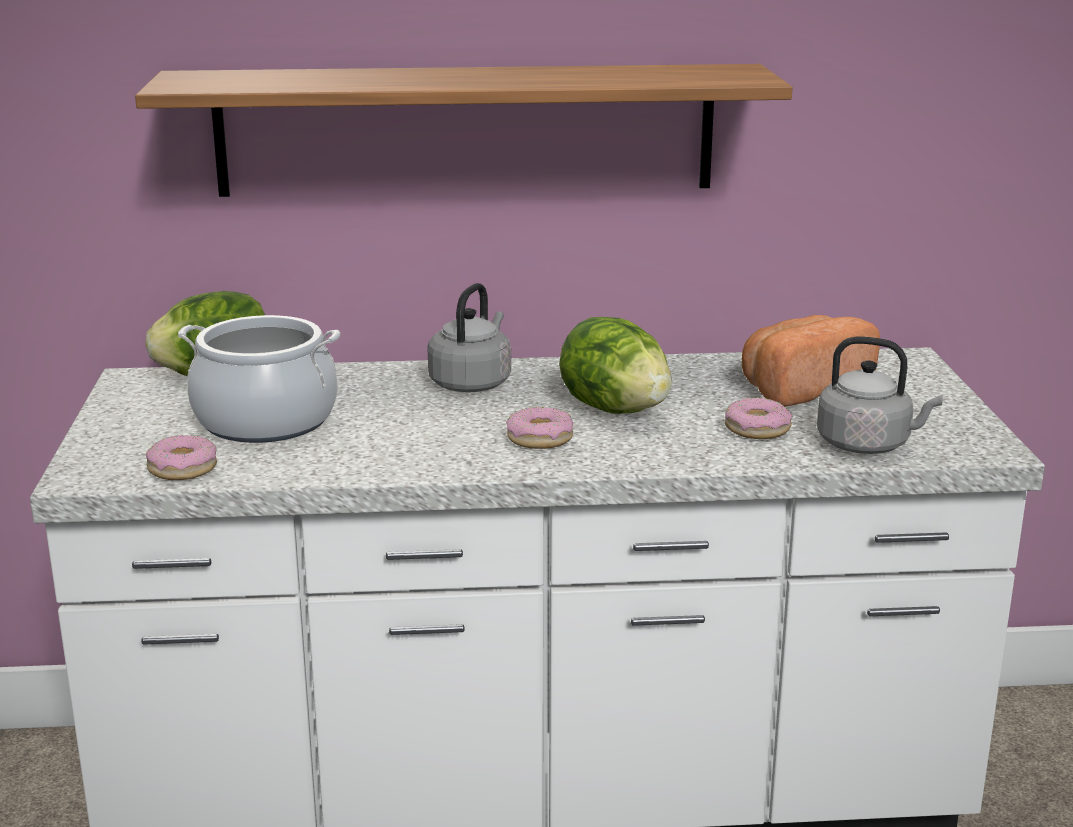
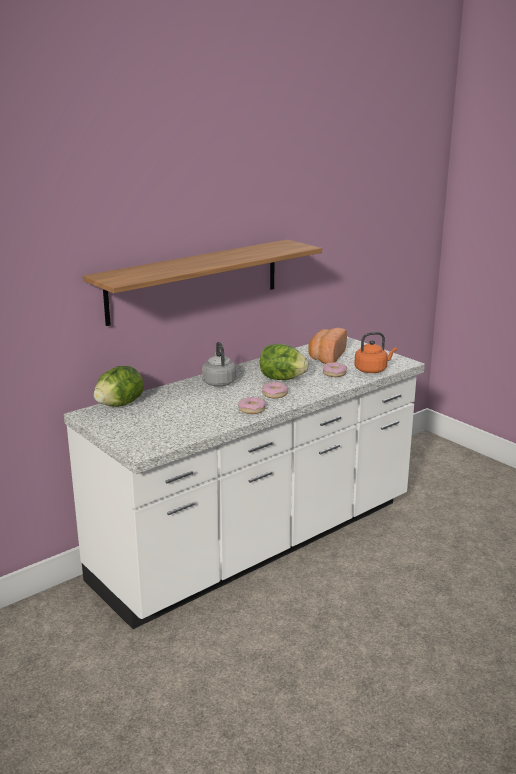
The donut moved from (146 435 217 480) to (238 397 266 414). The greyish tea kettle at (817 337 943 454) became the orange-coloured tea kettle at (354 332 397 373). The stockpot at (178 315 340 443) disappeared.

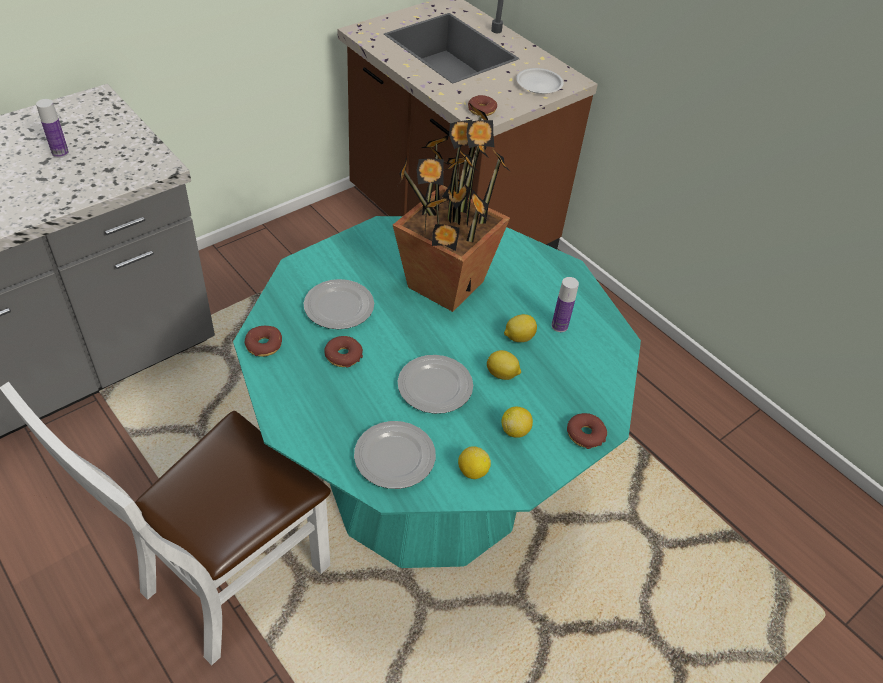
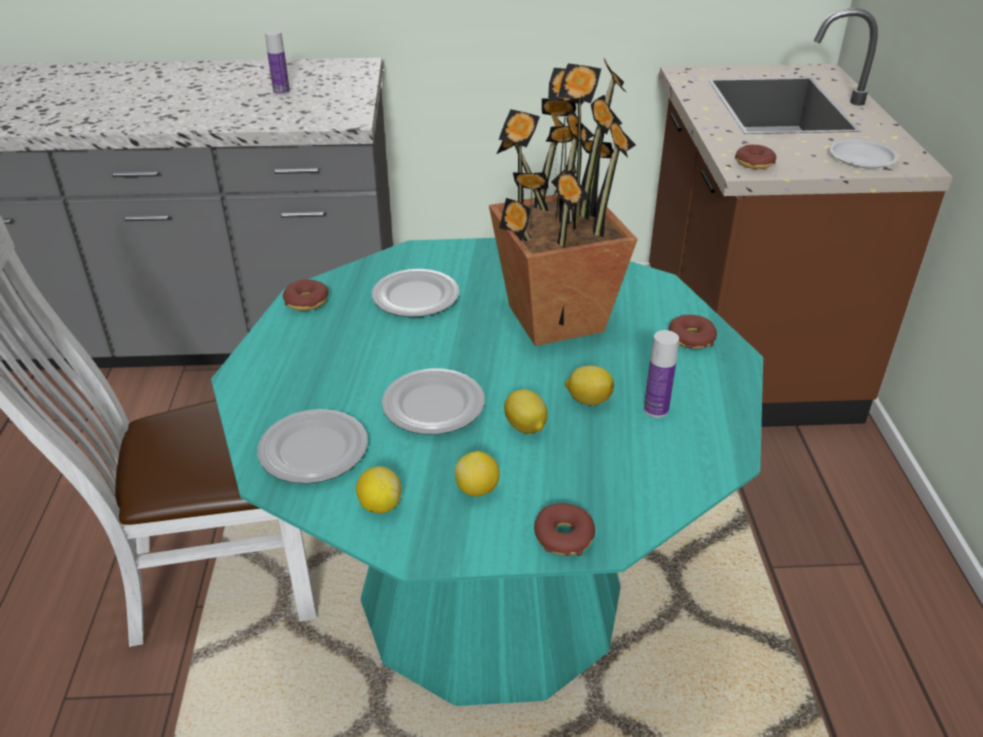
The donut moved from (324 336 363 368) to (669 315 717 349).

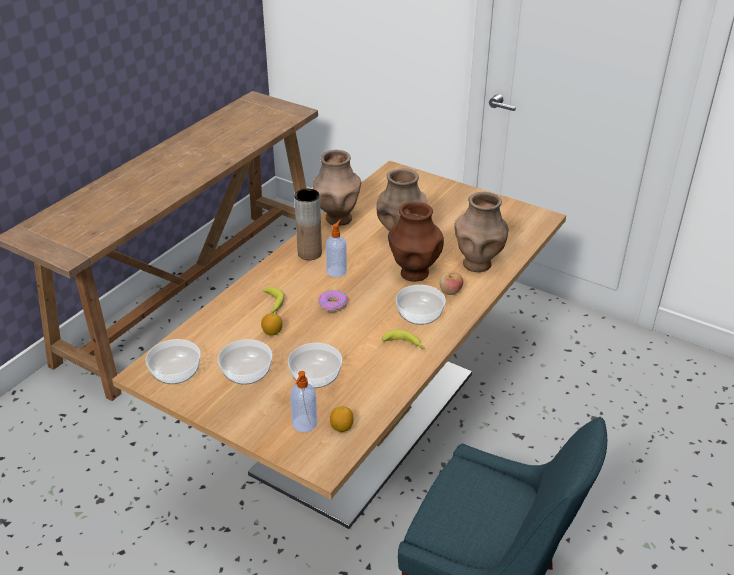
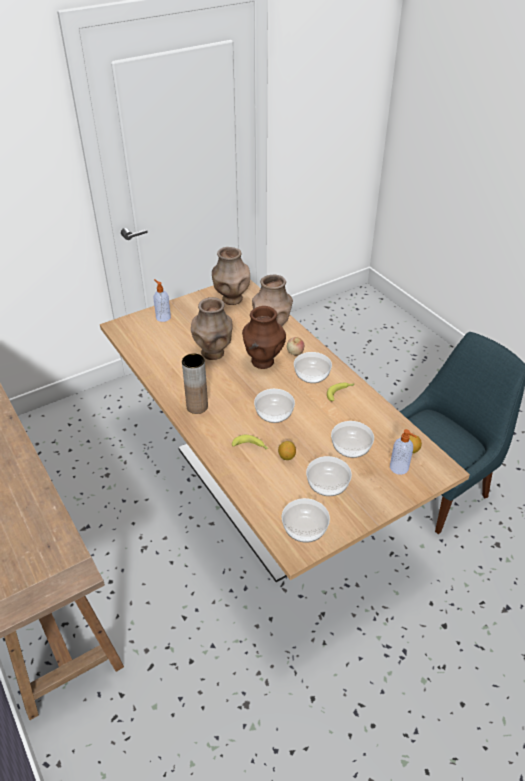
The soap bottle moved from (326 219 347 277) to (154 279 171 322). The brownish decorative vase moved from (313 150 361 226) to (212 247 250 305). The donut at (318 290 348 312) was replaced by the bowl at (254 389 295 423).

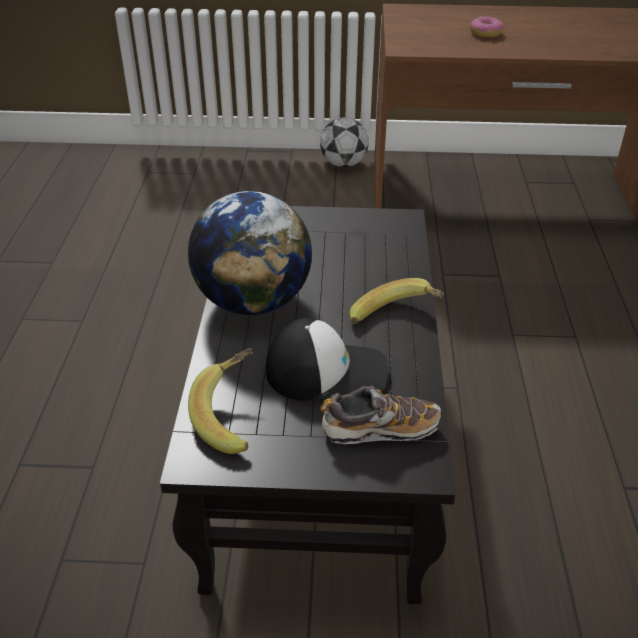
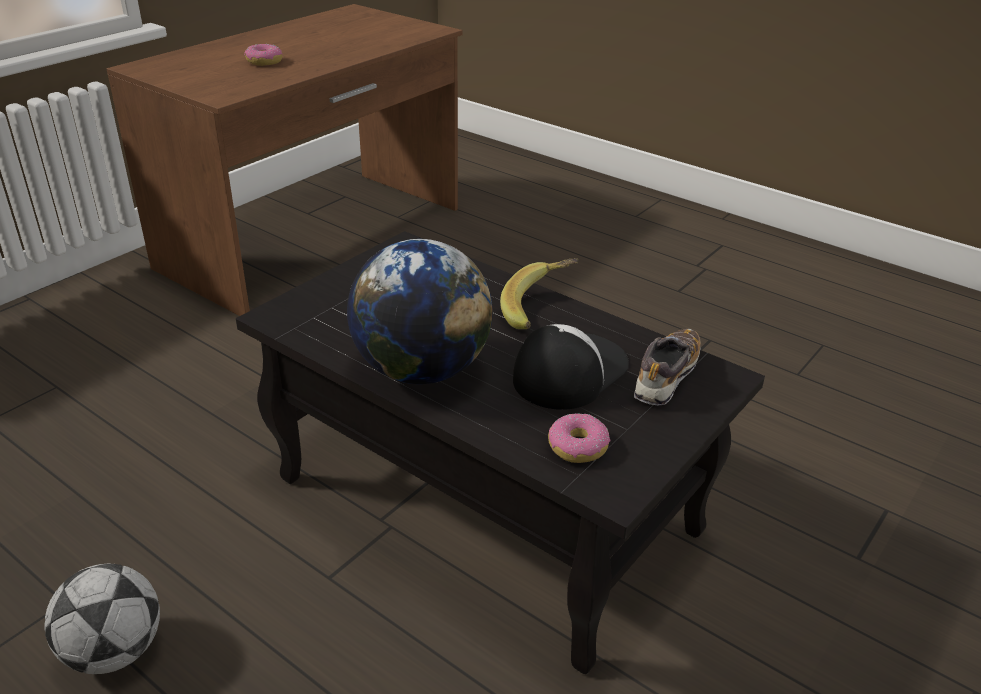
The football ball moved from (320 118 369 167) to (45 564 160 674). The whole banana at (188 348 253 454) was replaced by the donut at (548 413 610 463).

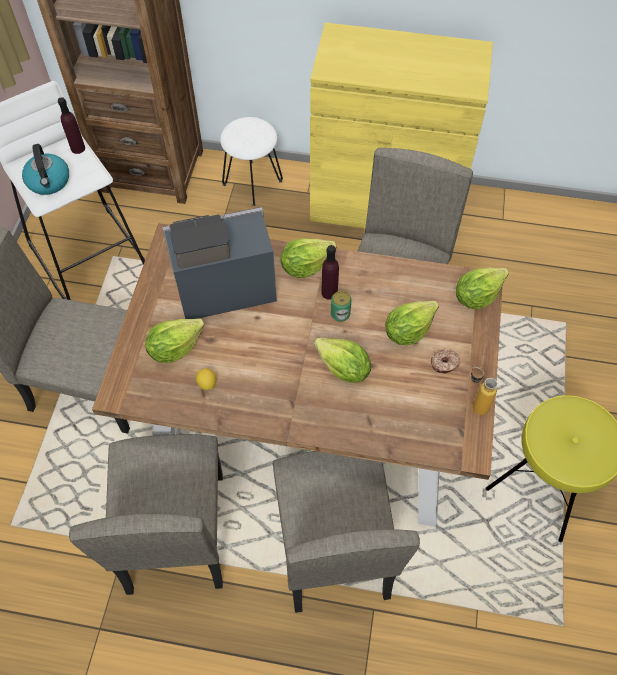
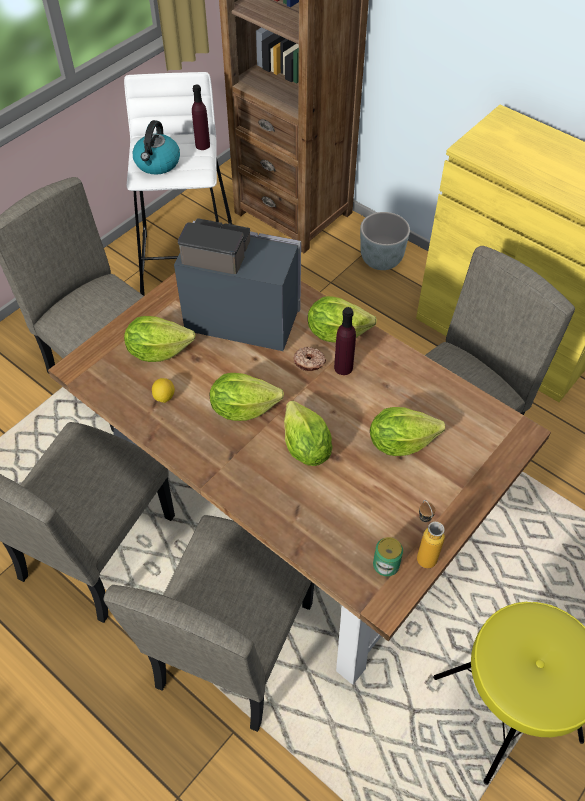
The lettuce head moved from (456 268 509 309) to (210 373 284 421). The donut moved from (431 350 461 374) to (294 347 326 371). The whitish stool seat at (220 117 283 206) was replaced by the greyish flower pot at (360 212 410 270). The metal can moved from (331 291 351 322) to (373 537 403 577).

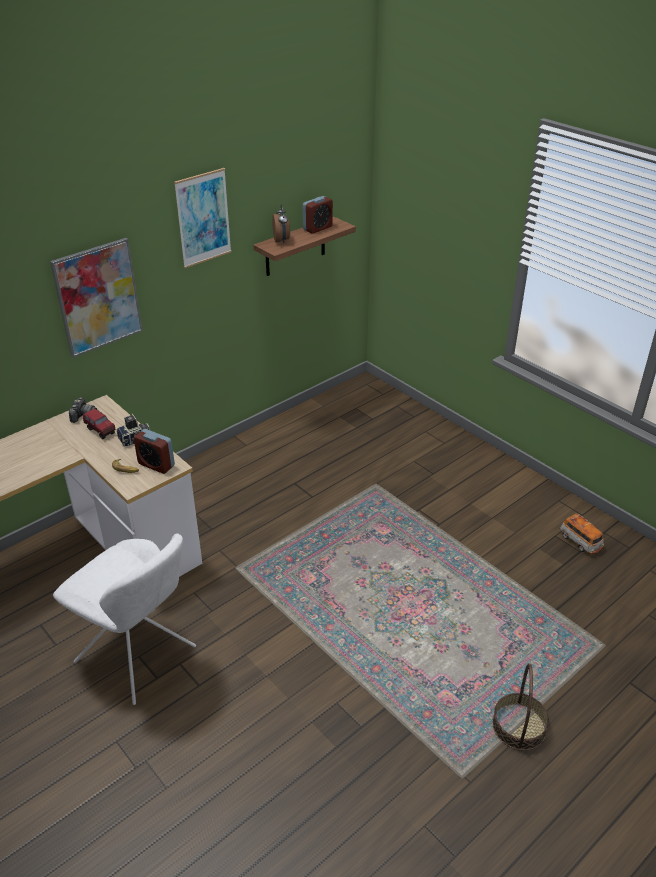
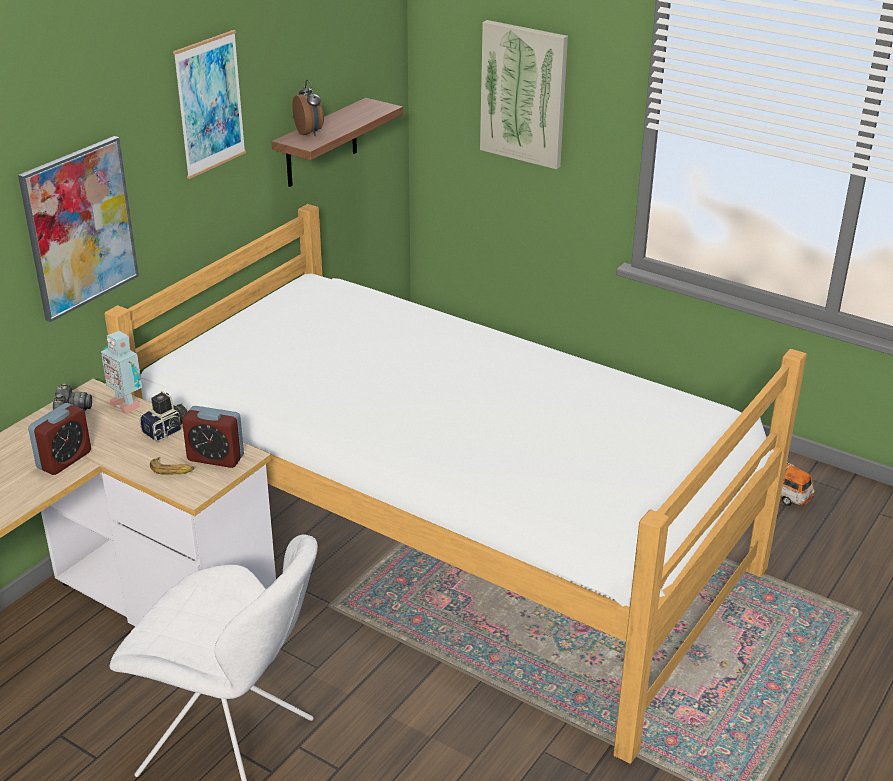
The alarm clock moved from (303 196 333 234) to (28 403 91 475). The toy robot at (101 331 142 414) appeared. The bed at (105 204 807 764) appeared. The wall picture at (480 20 568 169) appeared. The toy truck at (83 409 115 439) disappeared. The storage basket at (492 663 549 751) disappeared.

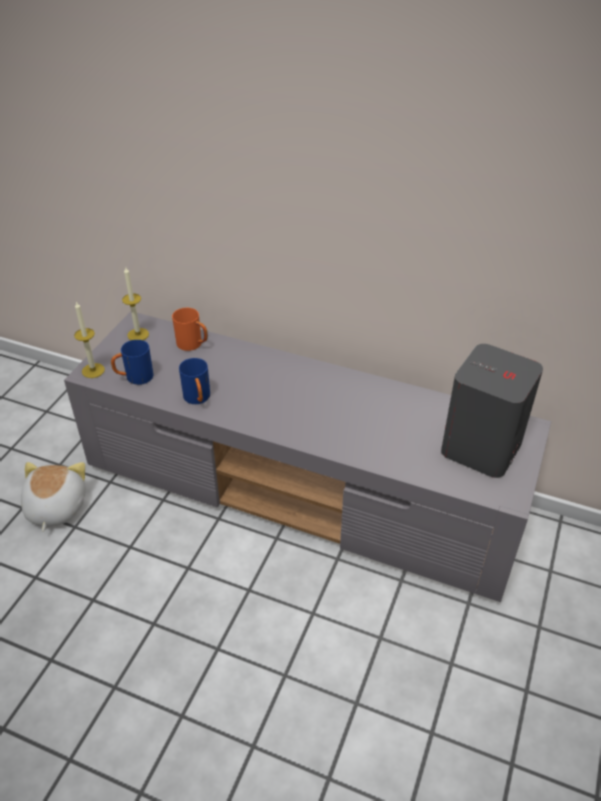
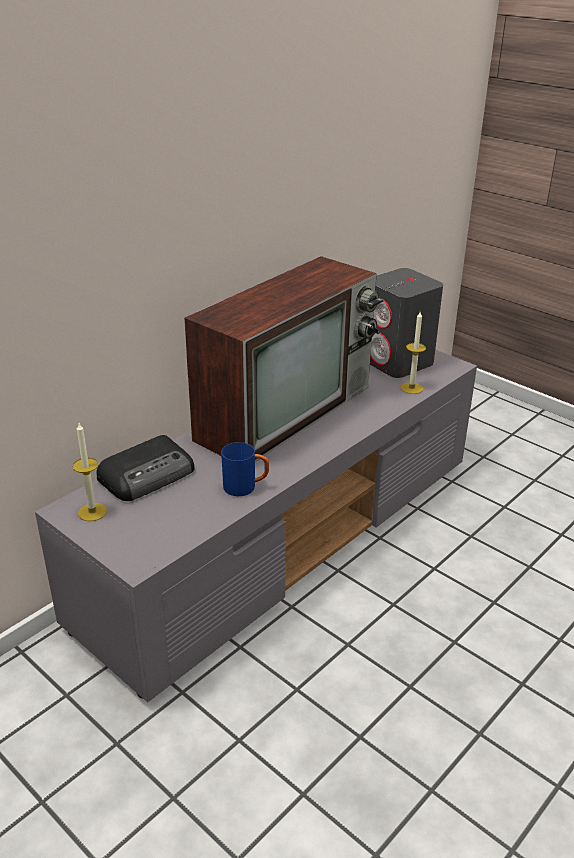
The orange-coloured mug at (172 308 208 351) was replaced by the radio set at (96 435 195 501). The TV set at (184 256 384 462) appeared. The wax light moved from (74 301 105 378) to (401 312 426 394). The plush toy at (21 462 86 532) disappeared. The blue-coloured mug at (111 340 153 385) disappeared.

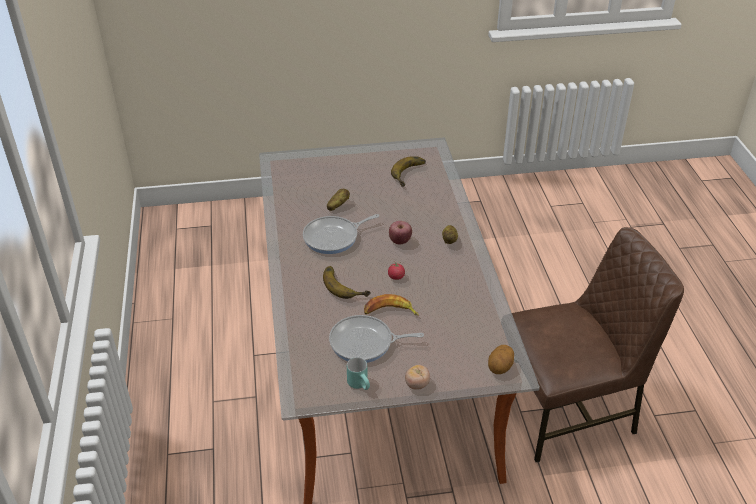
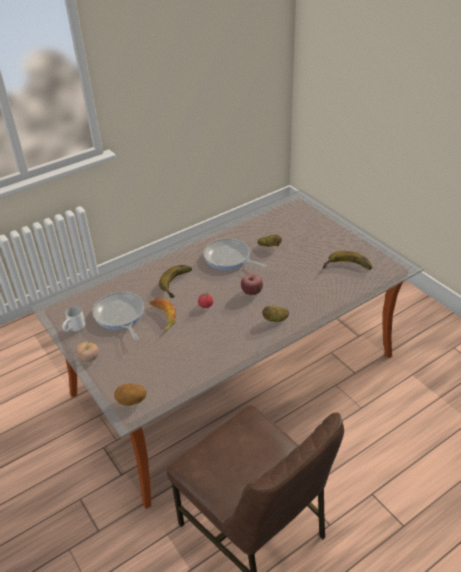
The turquoise-coloured mug at (347 357 370 390) became the whitish mug at (62 306 85 332).

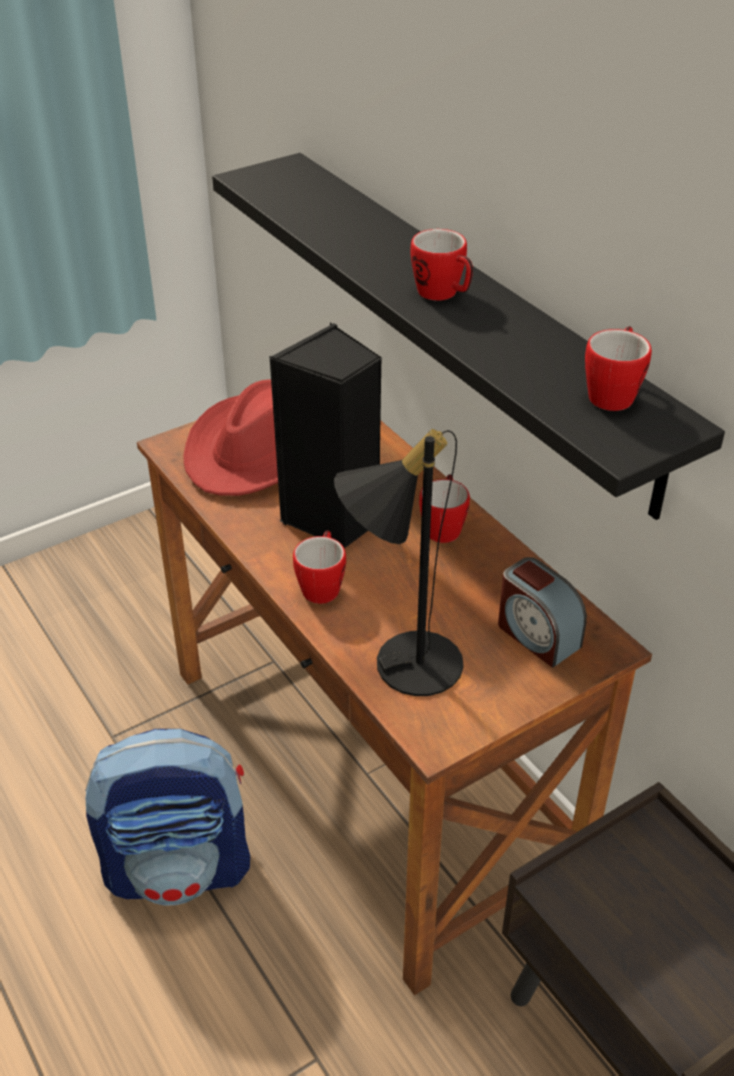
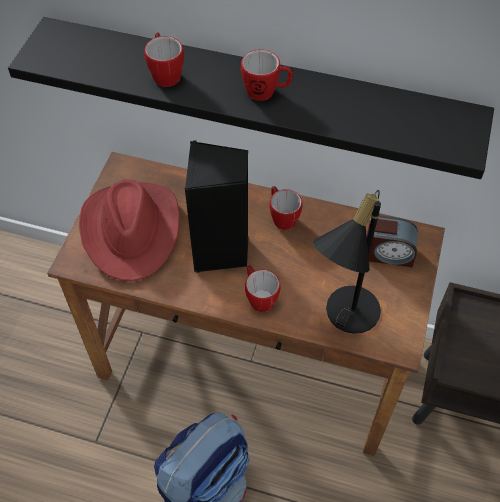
The mug moved from (585 326 652 411) to (144 32 184 87).

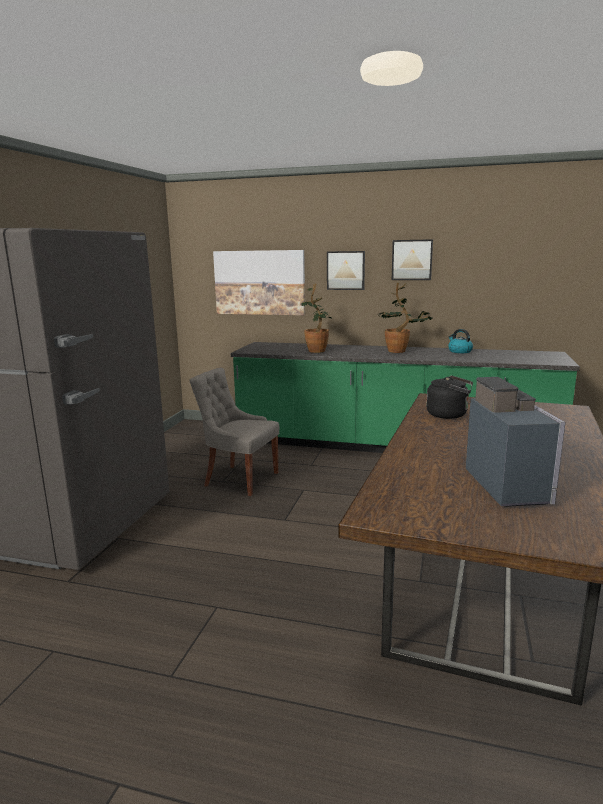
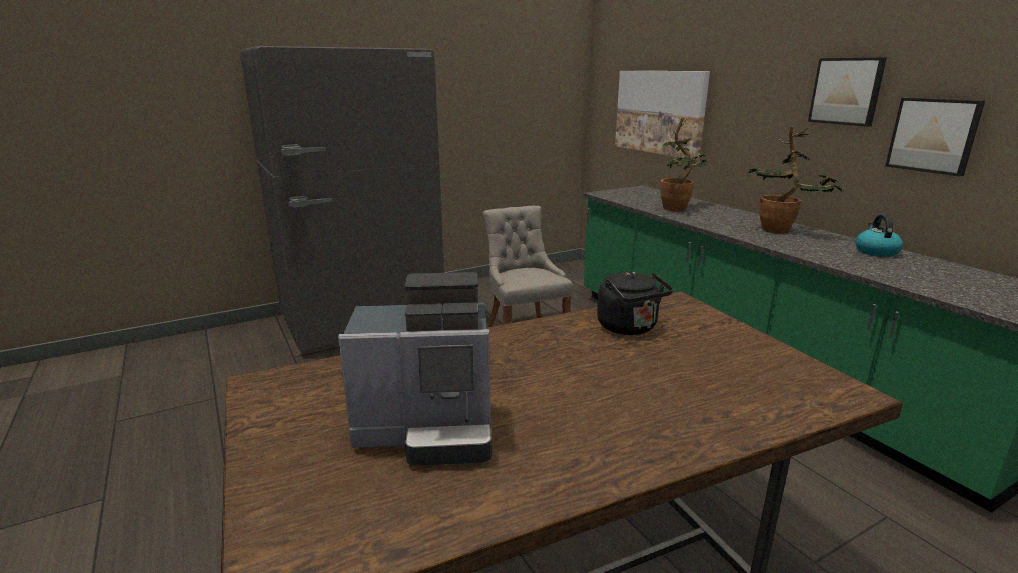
The coffee brewer at (466 377 565 507) turned 45 degrees clockwise. The wall picture moved from (327 251 365 290) to (885 98 985 177).

